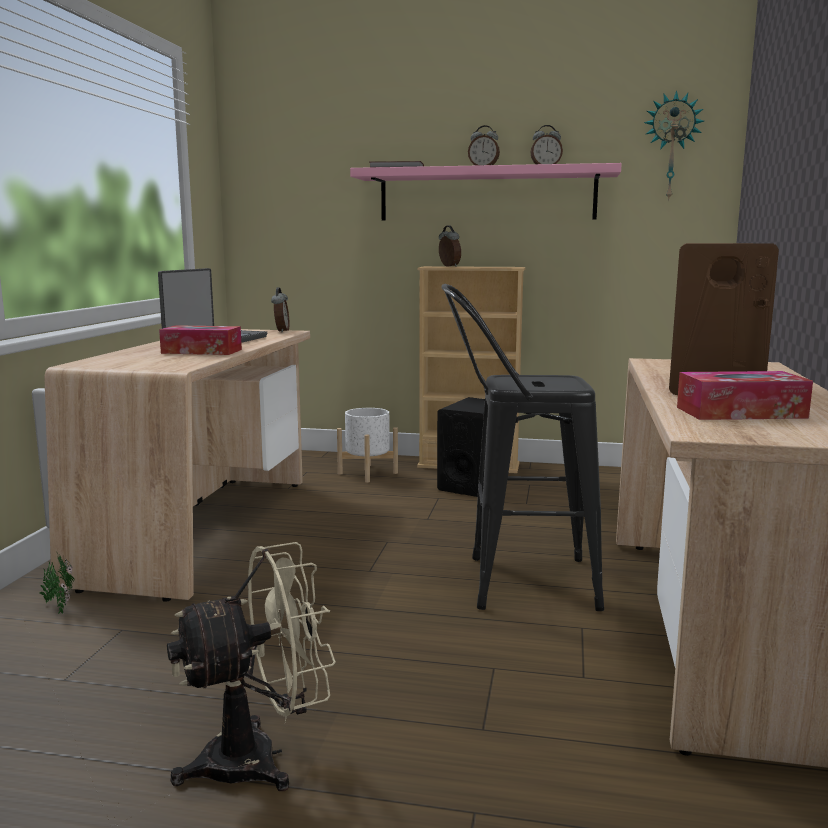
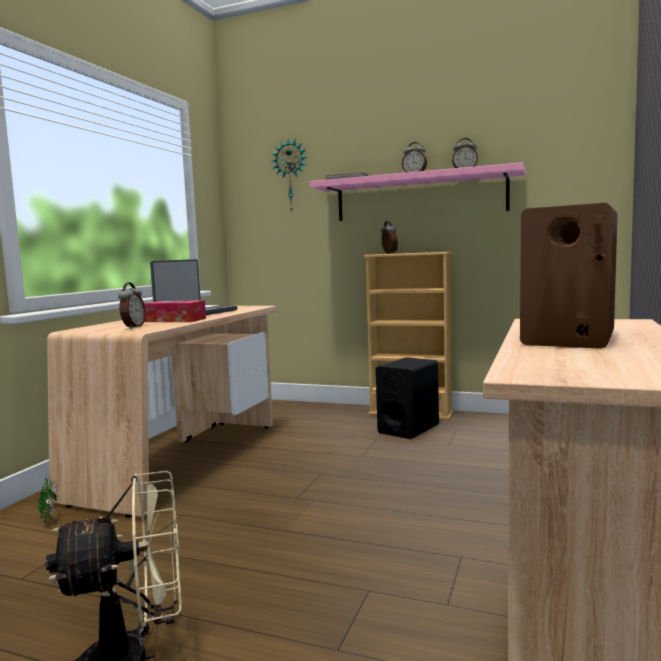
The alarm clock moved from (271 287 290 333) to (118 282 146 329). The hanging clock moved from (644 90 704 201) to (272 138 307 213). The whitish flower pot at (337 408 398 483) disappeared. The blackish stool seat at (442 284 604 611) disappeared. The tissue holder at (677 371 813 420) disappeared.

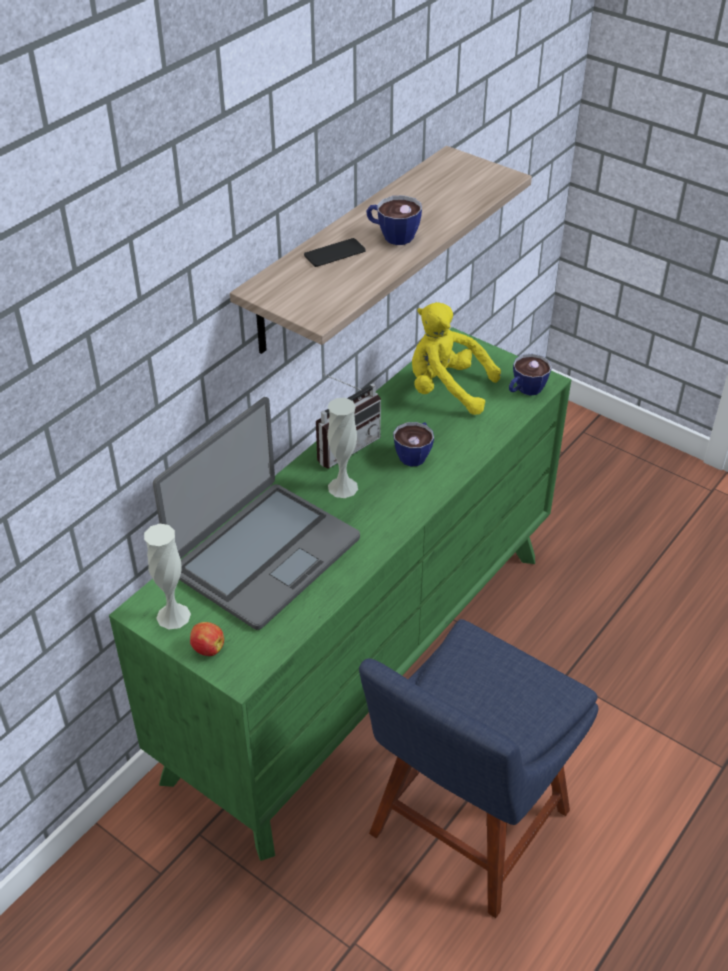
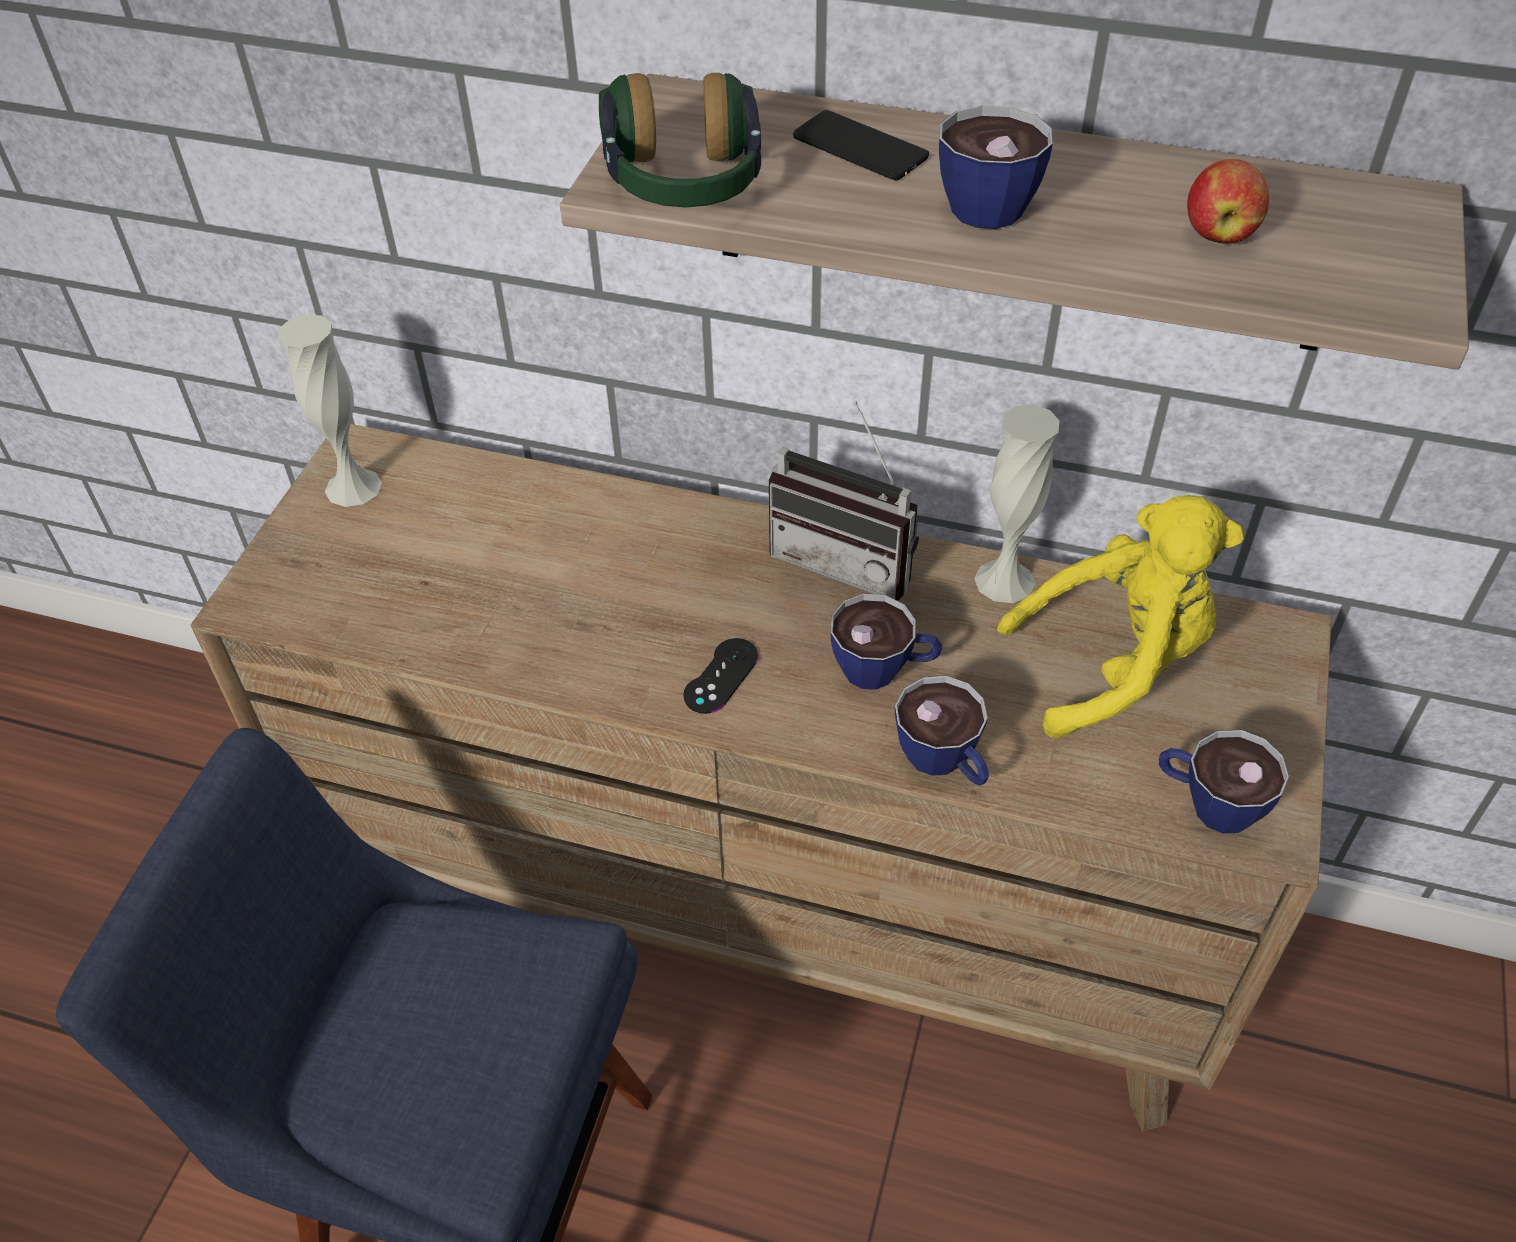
The green dresser at (109 327 571 861) became the brownish dresser at (191 424 1332 1131). The headset at (599 73 761 207) appeared. The blackish joypad at (683 638 758 714) appeared. The cup at (895 676 989 785) appeared. The whitish decorative vase moved from (327 398 358 498) to (974 404 1060 603). The yellowish plush toy at (412 302 501 415) turned 75 degrees clockwise. The apple moved from (190 622 224 656) to (1187 159 1269 244). The laptop at (153 397 360 630) disappeared.

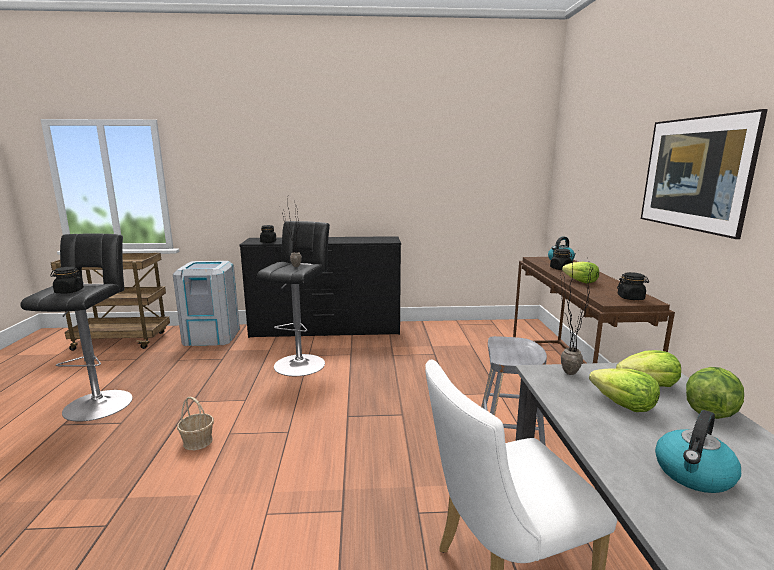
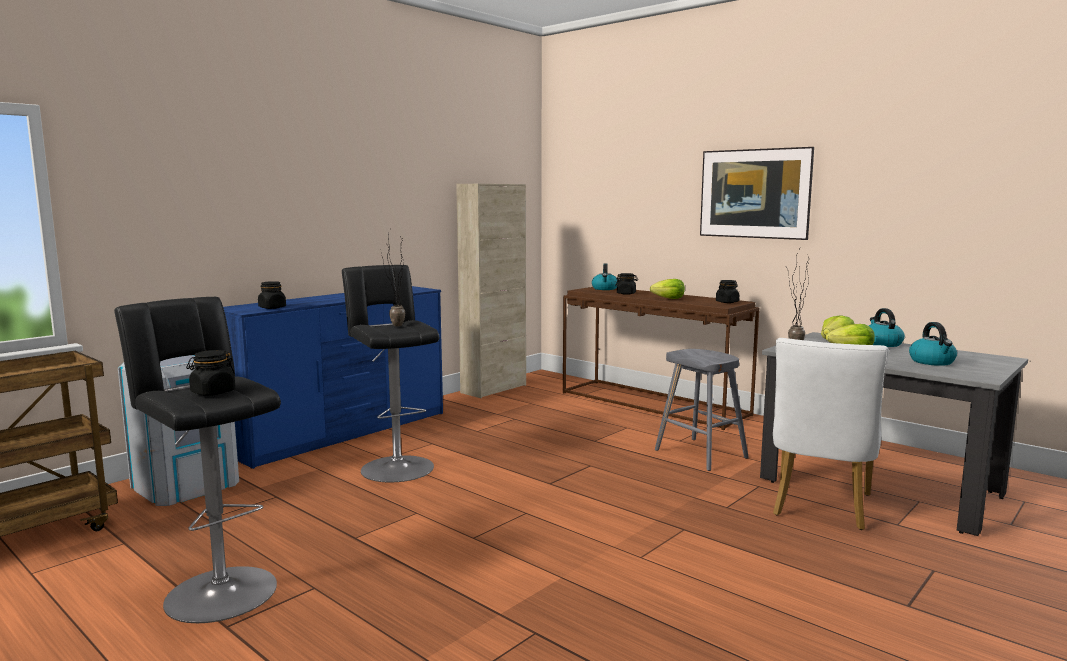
The blackish dresser at (239 236 401 338) became the blue-coloured dresser at (223 286 443 469). The beige-coloured cupboard at (456 184 526 398) appeared. The lettuce head at (686 367 744 419) was replaced by the tea kettle at (869 308 905 347). The storage basket at (177 397 214 450) disappeared.

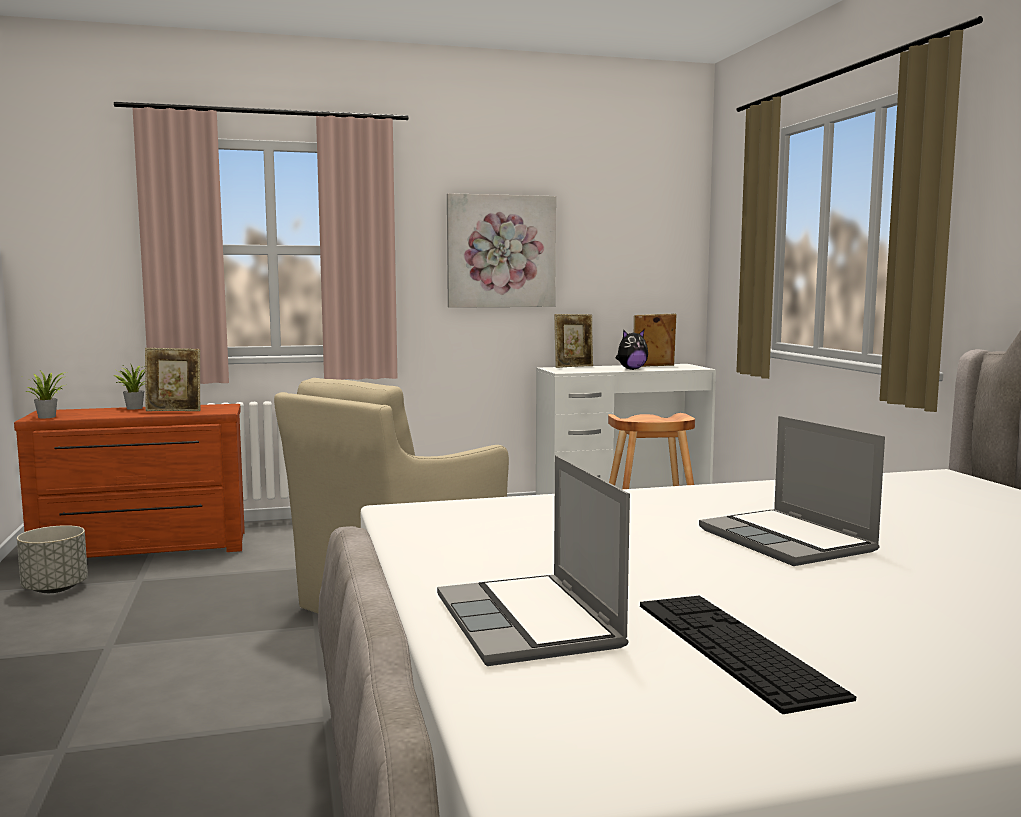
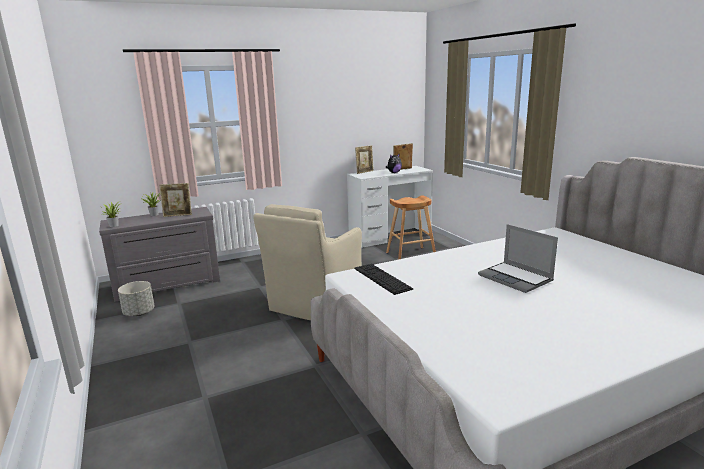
The brownish dresser at (14 404 245 558) became the greyish dresser at (99 207 220 302). The keyboard moved from (640 596 856 714) to (354 264 413 295). The laptop at (437 455 630 666) disappeared. The wall picture at (447 193 556 308) disappeared.

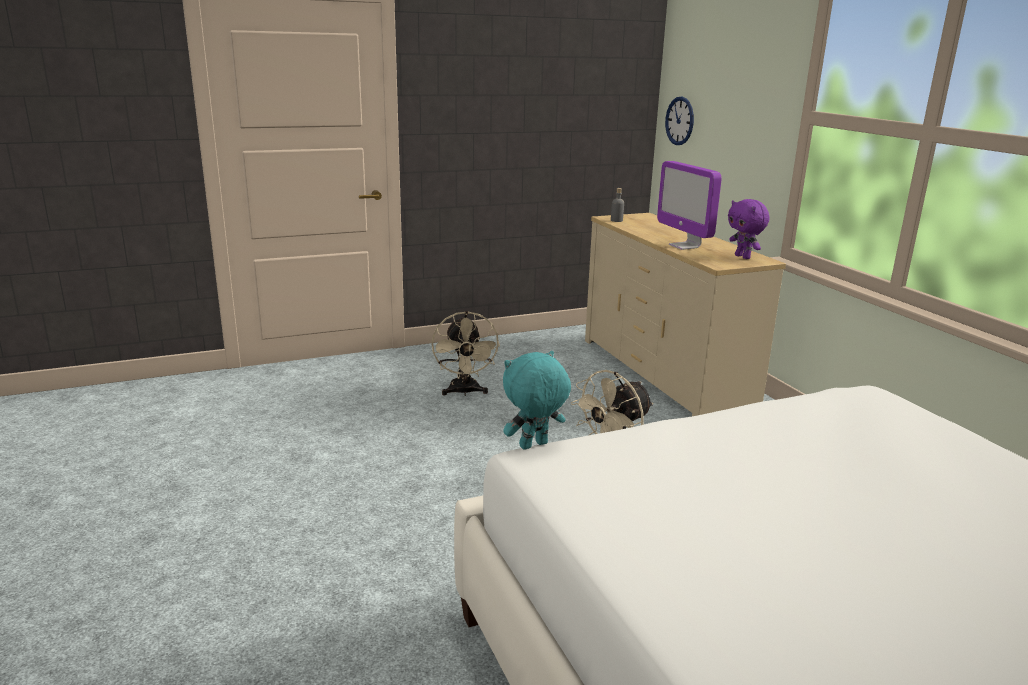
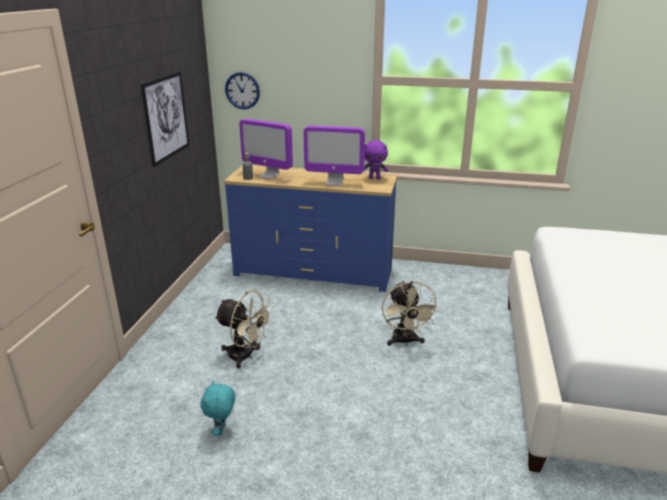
The wall picture at (141 71 189 167) appeared. The turquoise-coloured plush toy moved from (503 351 571 450) to (201 380 235 436). The beige-coloured dresser at (585 213 786 416) became the blue-coloured dresser at (224 165 397 292). The computer screen at (239 119 293 179) appeared.

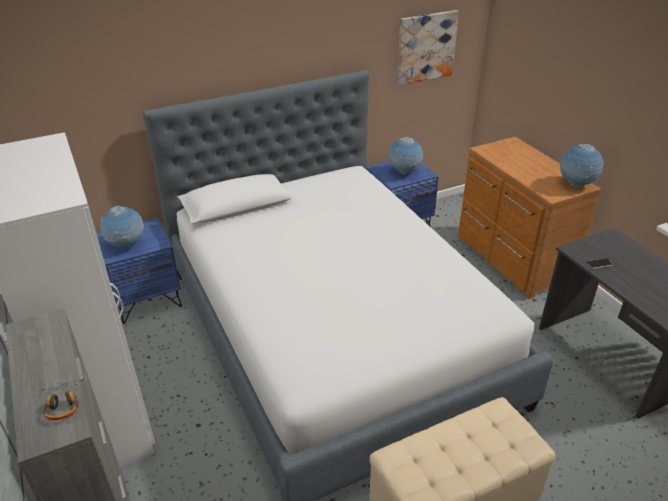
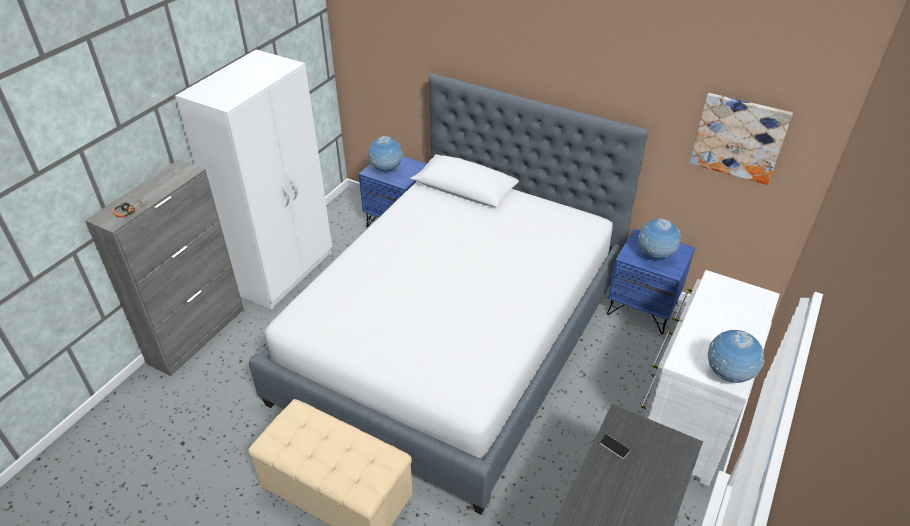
The brownish dresser at (458 137 601 299) became the whitish dresser at (641 270 780 486).

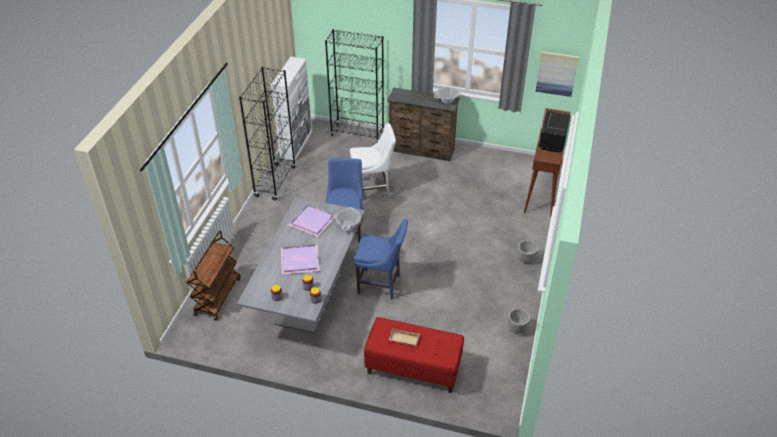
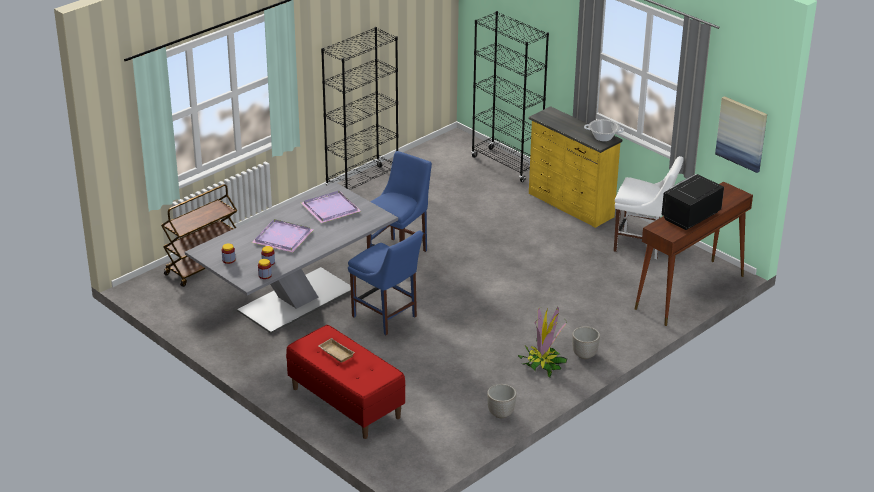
The plant in a pot at (518 307 567 378) appeared. The brownish dresser at (387 87 460 161) became the yellowish dresser at (529 106 622 228). The whitish chair moved from (350 123 396 198) to (614 156 684 260). The whitish cupboard at (271 57 312 161) disappeared. The stockpot at (335 207 361 230) disappeared.

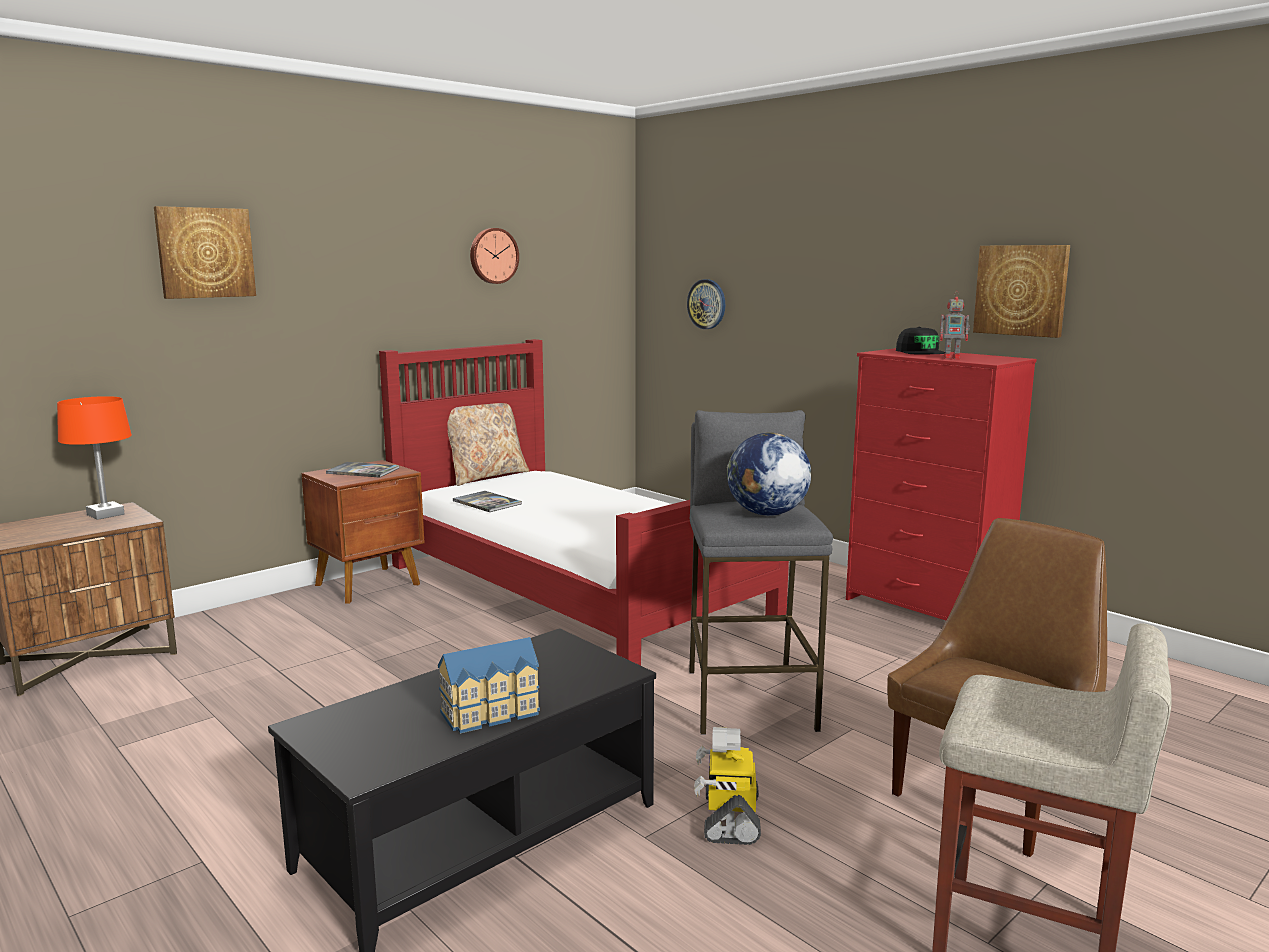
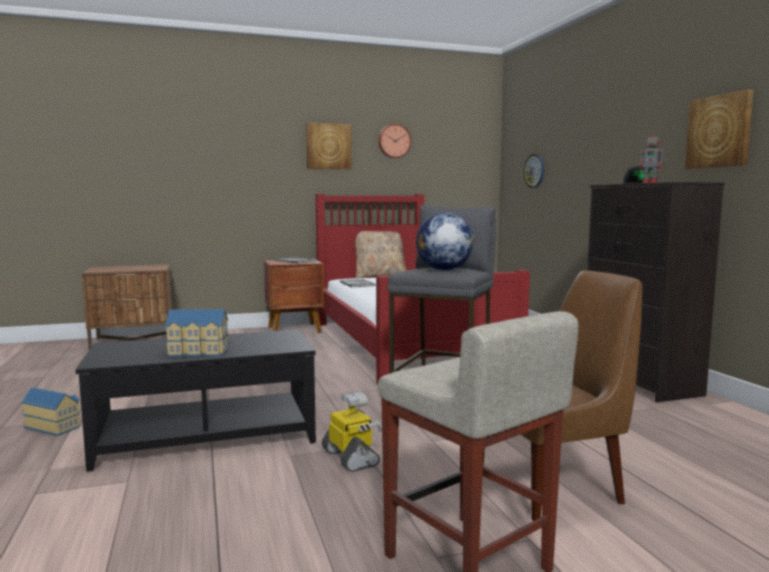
The model house at (21 387 81 436) appeared. The wall picture moved from (154 206 256 299) to (306 123 351 169). The toy robot at (694 727 761 845) turned 120 degrees clockwise. The red-coloured dresser at (846 348 1037 620) became the blackish dresser at (588 182 725 402). The orange-coloured tabletop lamp at (57 396 132 520) disappeared.

